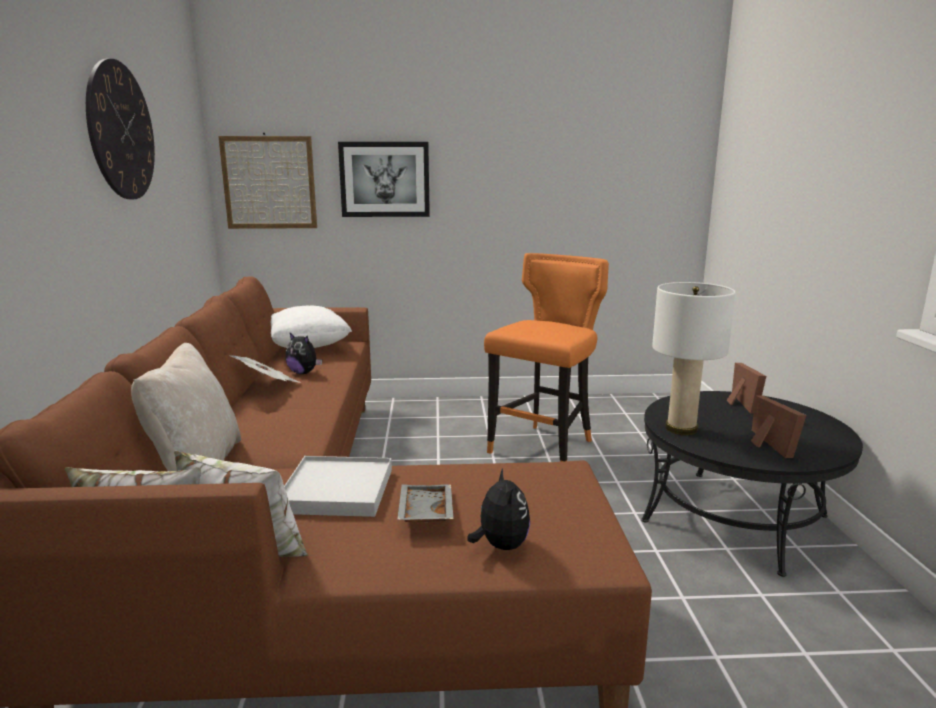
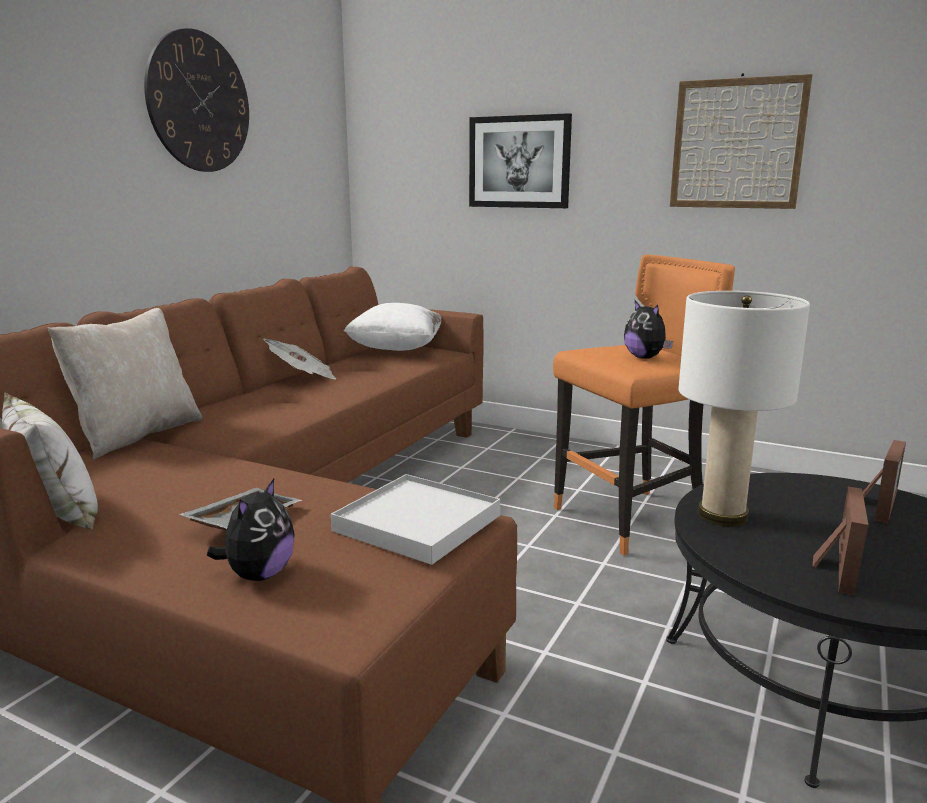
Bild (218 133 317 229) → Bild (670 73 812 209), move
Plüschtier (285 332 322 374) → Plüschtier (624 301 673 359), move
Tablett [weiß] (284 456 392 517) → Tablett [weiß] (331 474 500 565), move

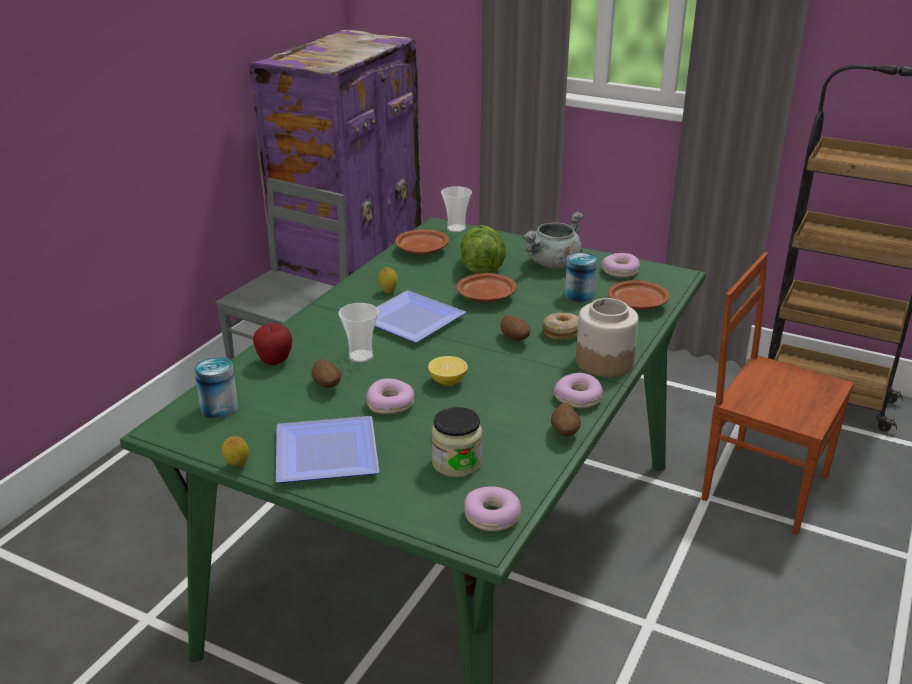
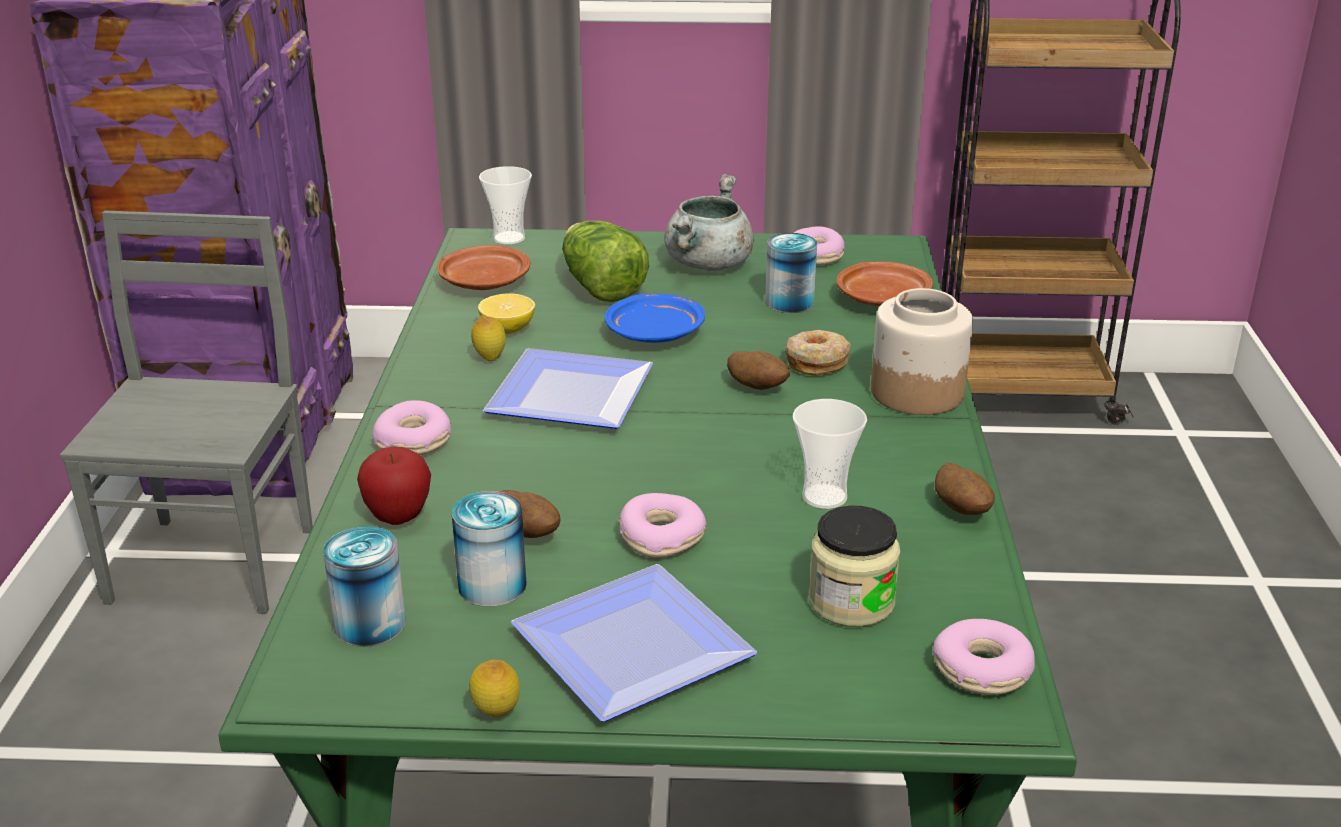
Stuhl [braun] (701 252 854 535) → -
Teller [braun] (456 273 517 302) → Teller [blau] (604 294 705 343)
Tasse (338 303 379 363) → Tasse (793 399 867 509), move
Zitrone (428 356 468 386) → Zitrone (478 293 535 334), move
Donut (554 373 603 408) → Donut (372 400 451 455), move
- → Dose (451 491 527 607)

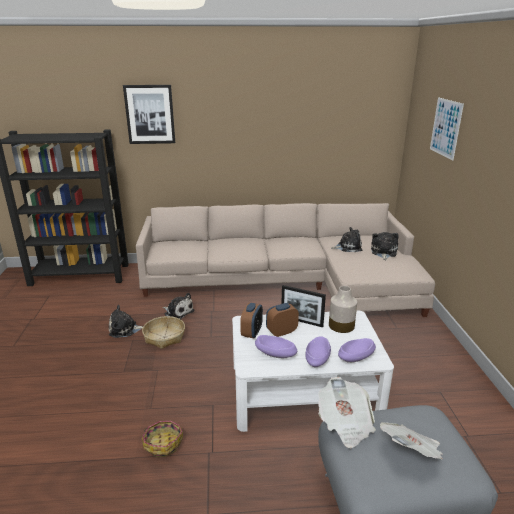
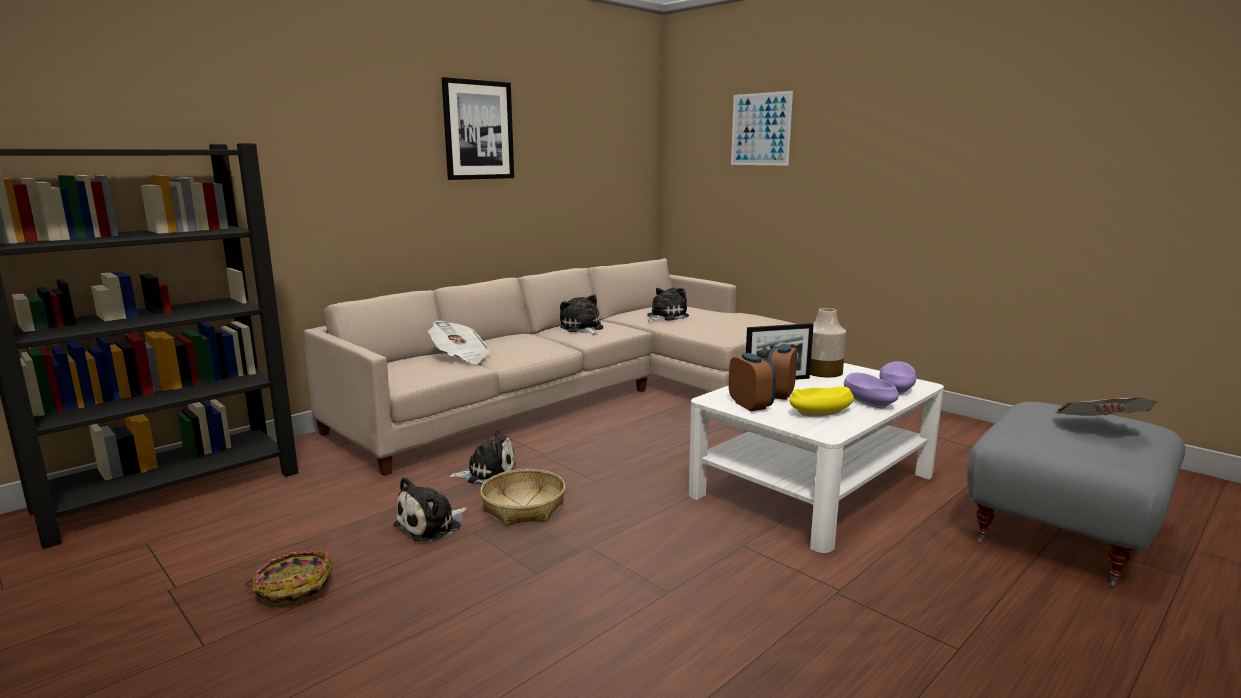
Bild (123 85 175 144) → Bild (442 77 514 180), move
Plüschtier (371 232 399 260) → Plüschtier (560 295 603 335), move
Schüssel [lila] (255 335 297 358) → Schüssel [gelb] (790 386 854 417)
Zeitung (318 377 376 448) → Zeitung (428 321 491 364), move
Korb (141 421 183 457) → Korb (245 550 331 607), move

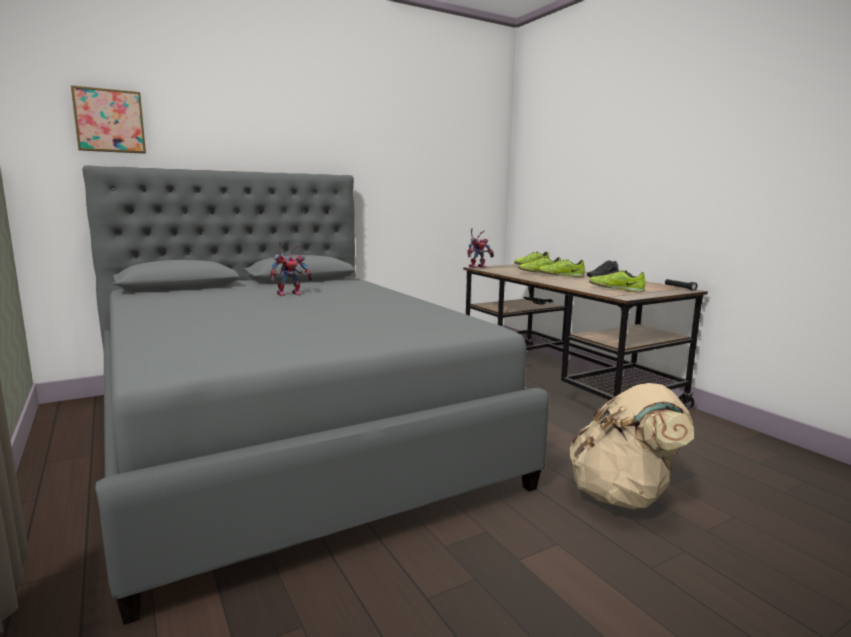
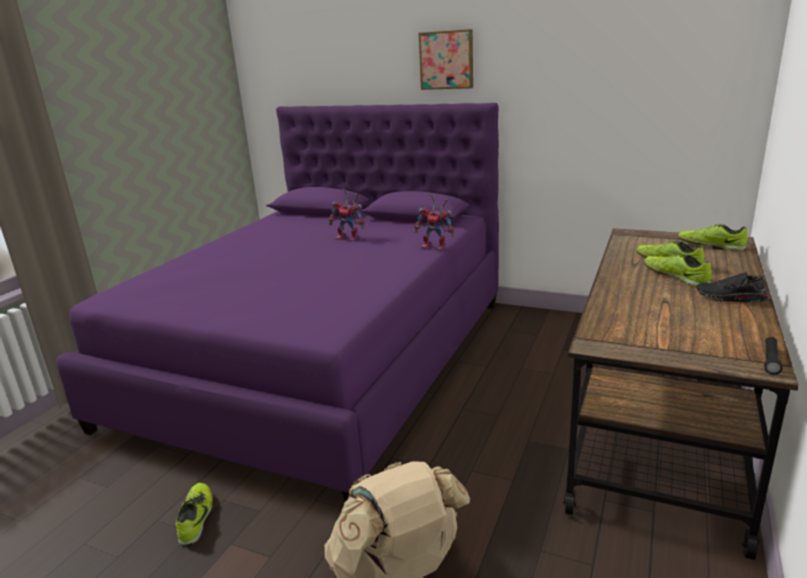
Bild (71 85 146 154) → Bild (419 29 473 90), move
Bett [grau] (82 165 549 625) → Bett [lila] (56 103 499 502)
Spielzeugroboter (467 228 494 268) → Spielzeugroboter (414 193 454 250), move
Schuh (589 270 646 293) → Schuh (176 483 213 546), move

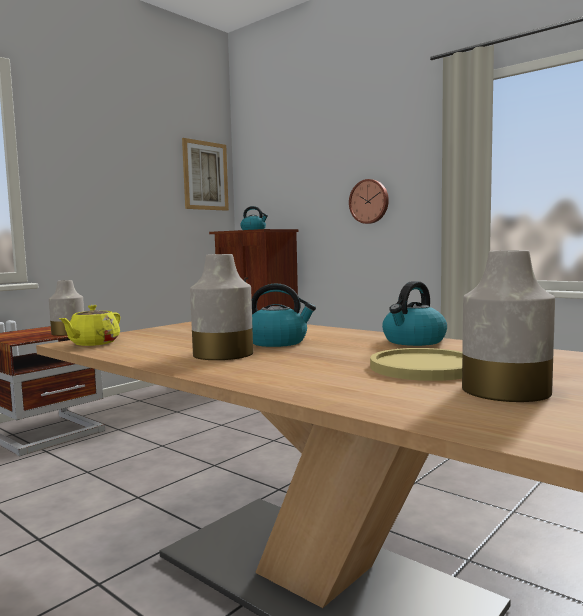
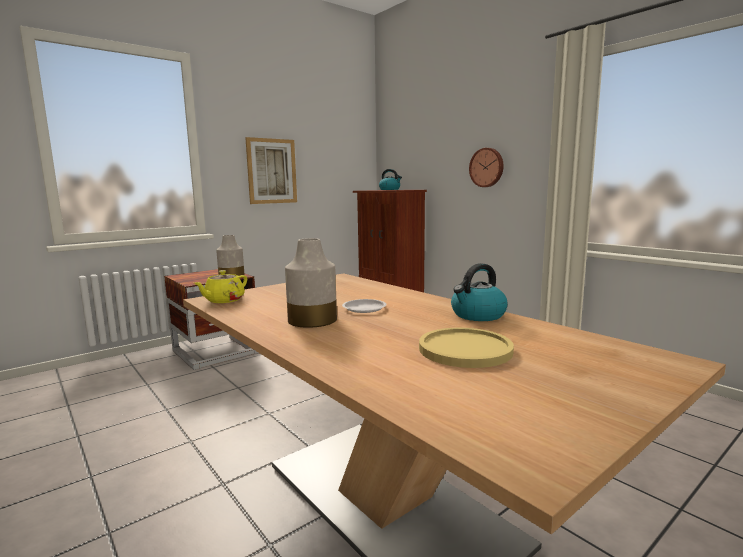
Bild (182 138 229 211) → Bild (245 137 297 204), move
Vase [beige] (462 250 555 402) → -
Wasserkessel (252 283 316 347) → Teller [weiß] (342 299 386 313)

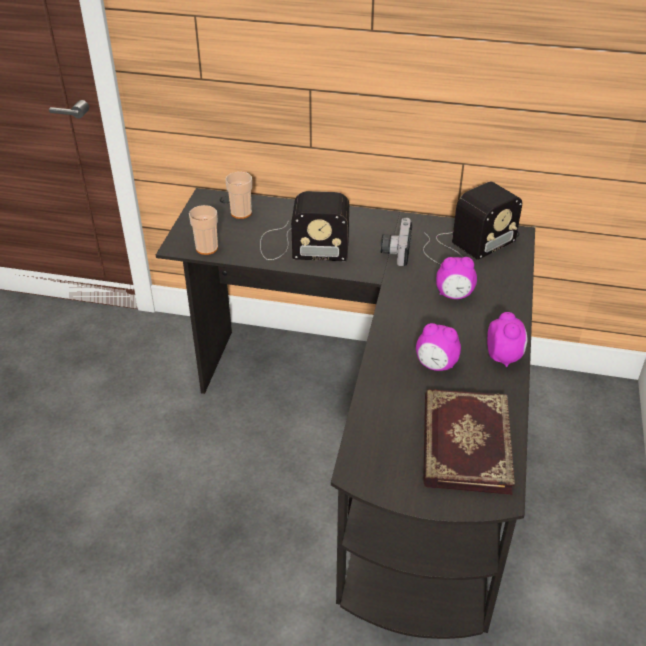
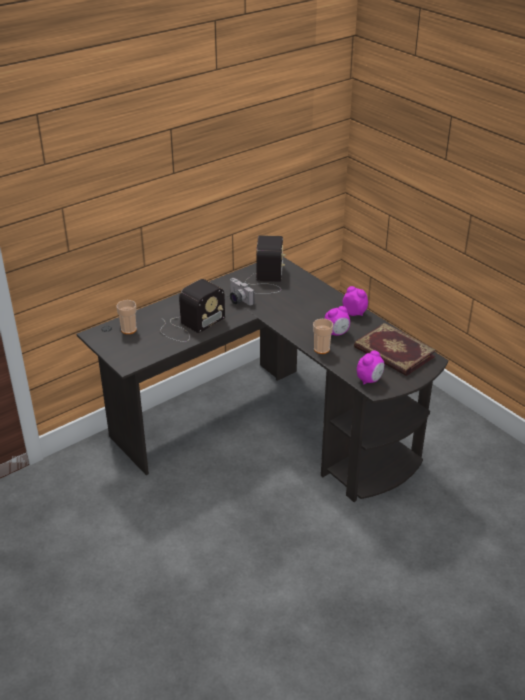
Tasse (189 205 218 255) → Tasse (313 319 333 354), move
Wecker (436 257 477 299) → Wecker (357 350 384 384), move

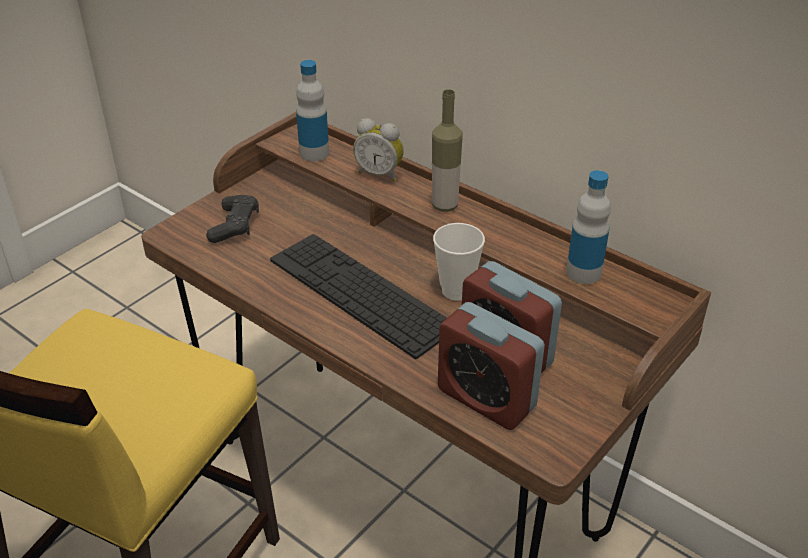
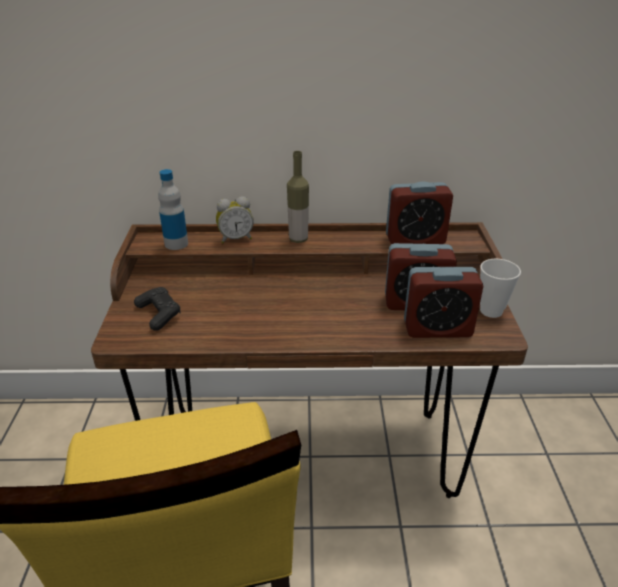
Flasche (566 170 611 284) → Wecker (386 181 453 244)
Tasse (433 223 485 301) → Tasse (480 259 521 318), move
Tastatur (270 234 447 359) → -

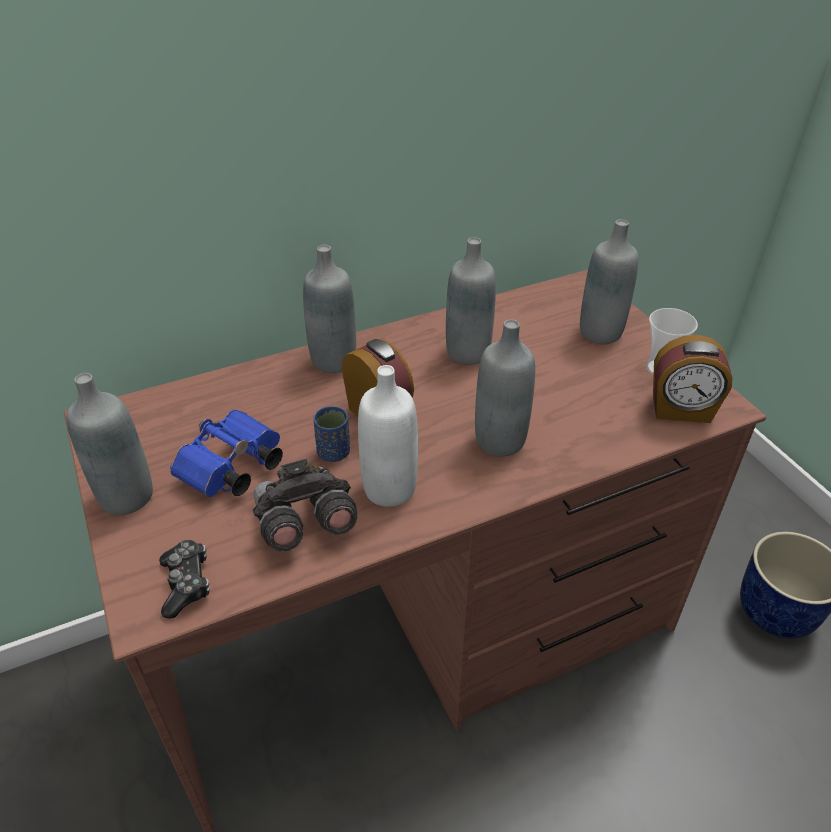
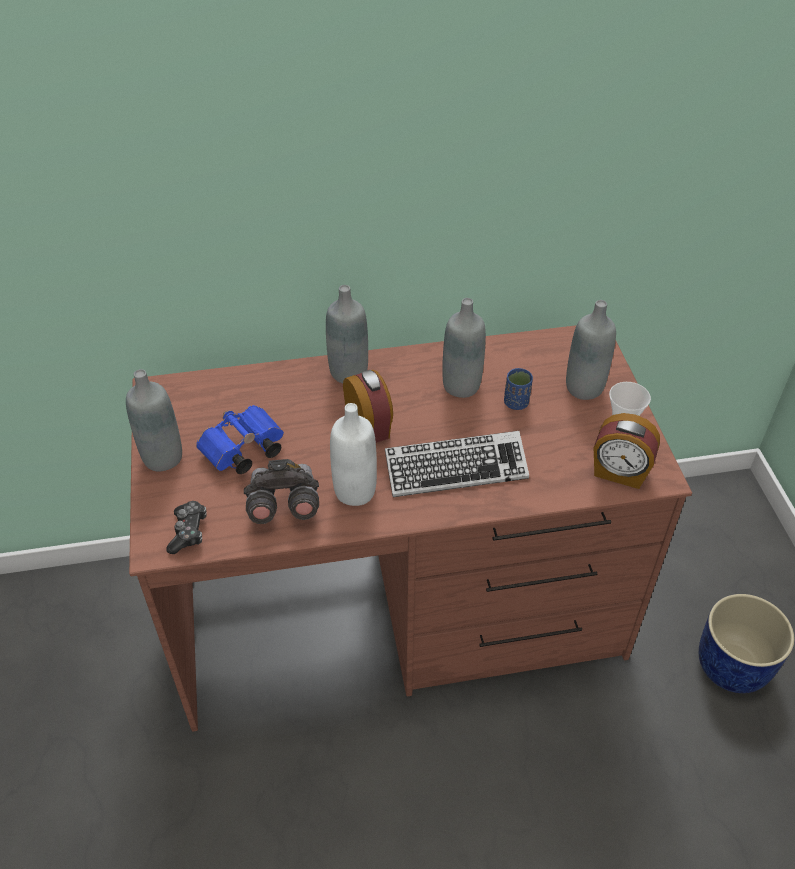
Flasche [grau] (475 319 535 457) → Tastatur (385 431 529 497)
Tasse [blau] (313 406 350 462) → Tasse [blau] (504 368 533 410), move

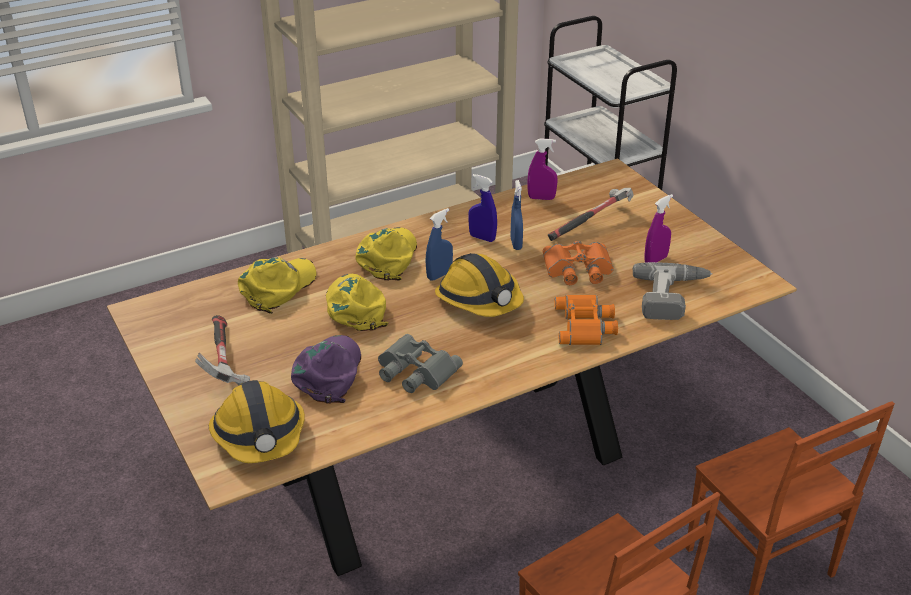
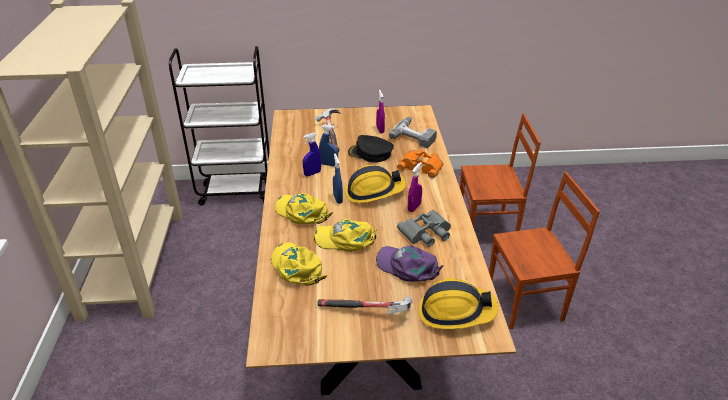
Sprühflasche [lila] (527 138 558 200) → Sprühflasche [lila] (408 162 422 212), move
Fernglas [orange] (543 241 614 285) → Kappe [schwarz] (348 135 394 163)

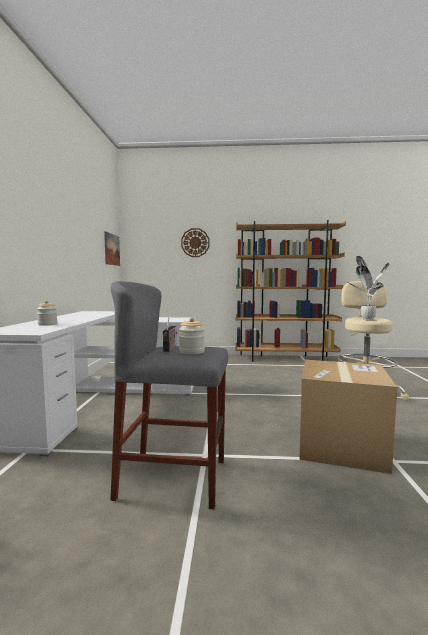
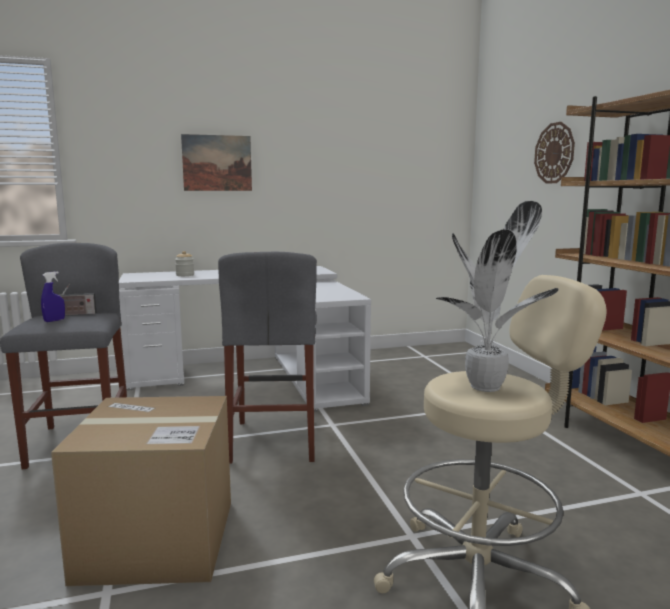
Bild (104 231 120 266) → Bild (181 134 252 191), move
Vorratsglas (179 317 205 354) → Sprühflasche [blau] (41 271 65 322)
- → Hocker [grau] (218 252 317 464)

